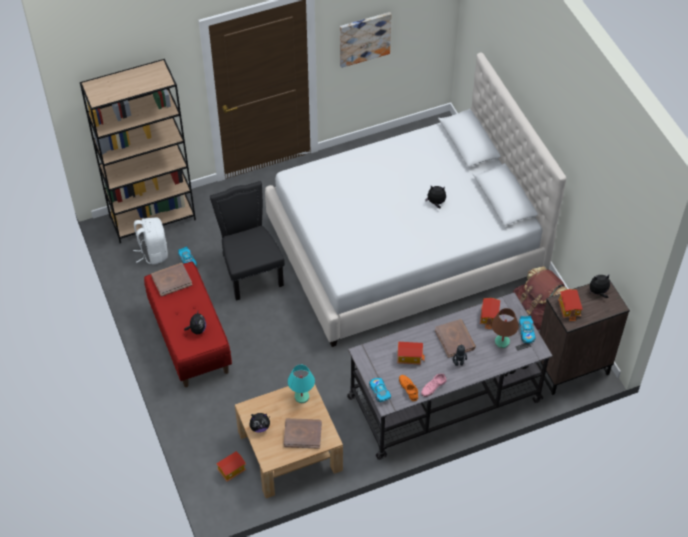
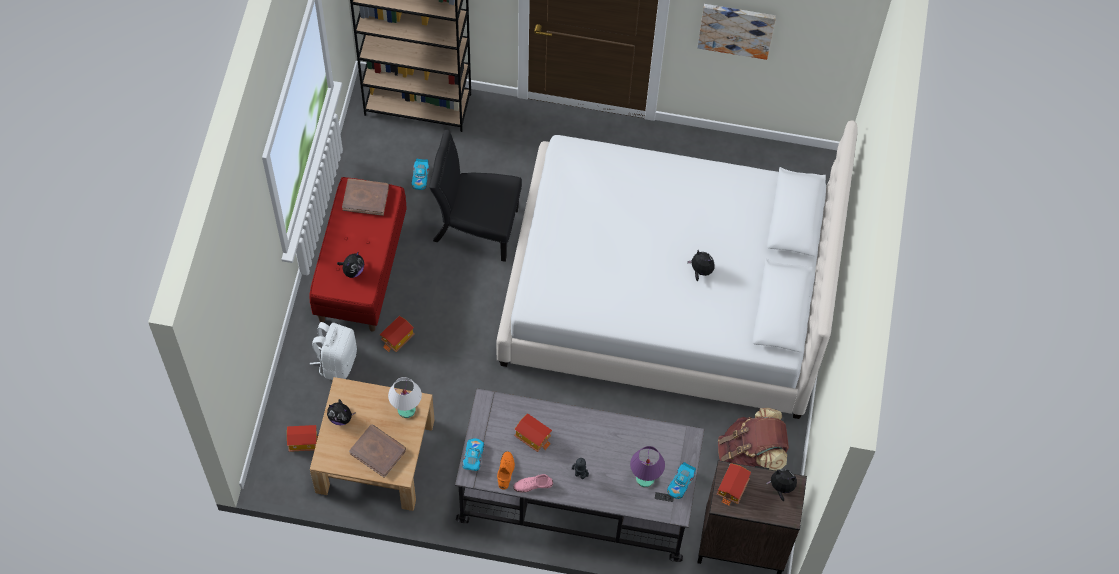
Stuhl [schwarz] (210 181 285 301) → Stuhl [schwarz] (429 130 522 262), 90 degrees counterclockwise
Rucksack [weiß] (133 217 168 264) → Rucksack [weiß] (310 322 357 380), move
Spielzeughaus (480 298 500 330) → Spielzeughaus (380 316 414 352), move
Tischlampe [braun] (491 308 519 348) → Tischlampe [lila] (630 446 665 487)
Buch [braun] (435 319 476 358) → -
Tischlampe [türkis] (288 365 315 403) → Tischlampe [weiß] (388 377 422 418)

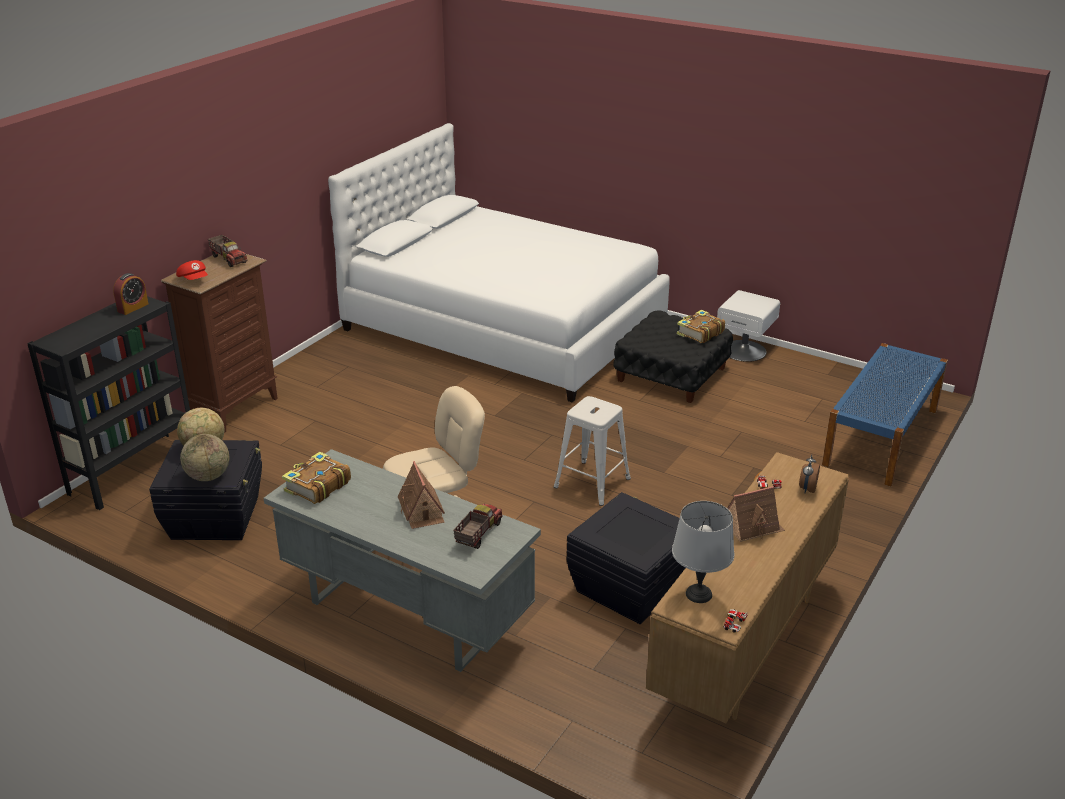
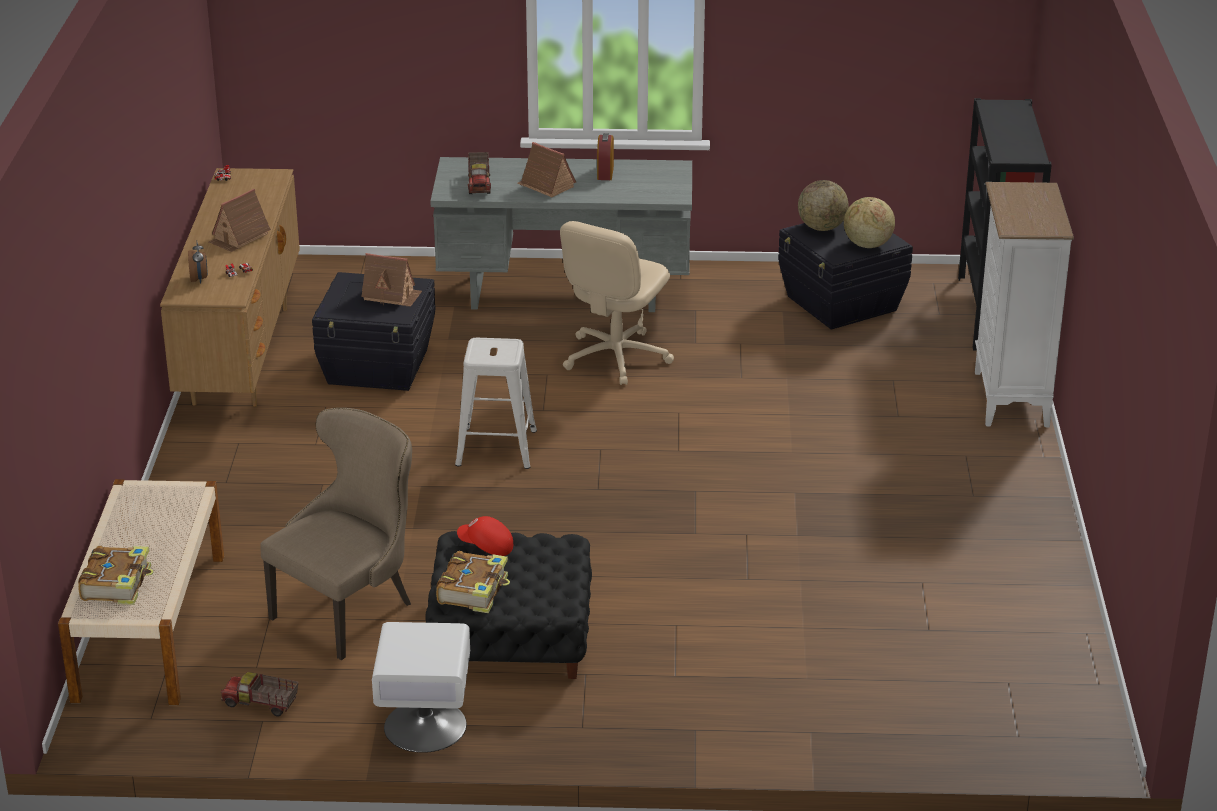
Bett [weiß] (328 123 670 403) → -
Spielzeuglaster (208 235 248 267) → Spielzeuglaster (221 672 298 716), move
Kommode [braun] (161 253 278 433) → Kommode [weiß] (975 182 1074 427)
Kappe [rot] (176 260 208 280) → Kappe [rot] (457 516 513 556), move
Wecker (113 273 148 315) → Wecker (597 133 614 180), move
Bank [blau] (822 343 948 487) → Bank [beige] (58 479 224 705)
Buch (282 451 351 504) → Buch (78 546 153 605), move
Tischlampe [grau] (672 501 734 603) → -
- → Spielzeughaus (361 253 422 307)
- → Stuhl [beige] (260 408 412 660)

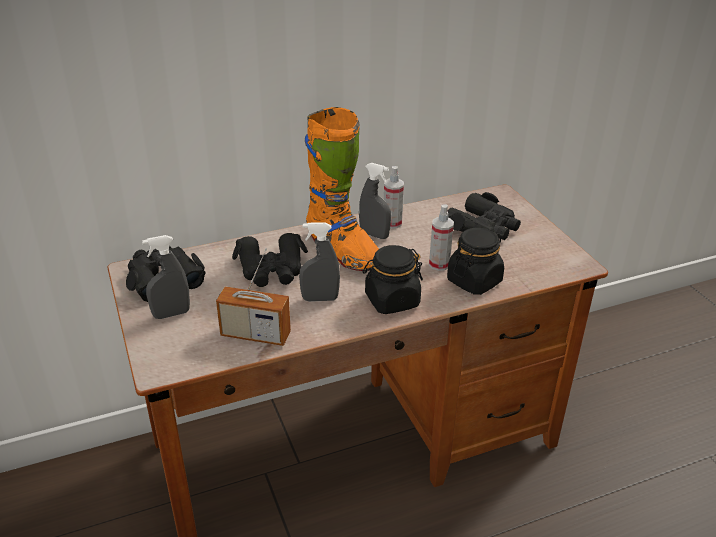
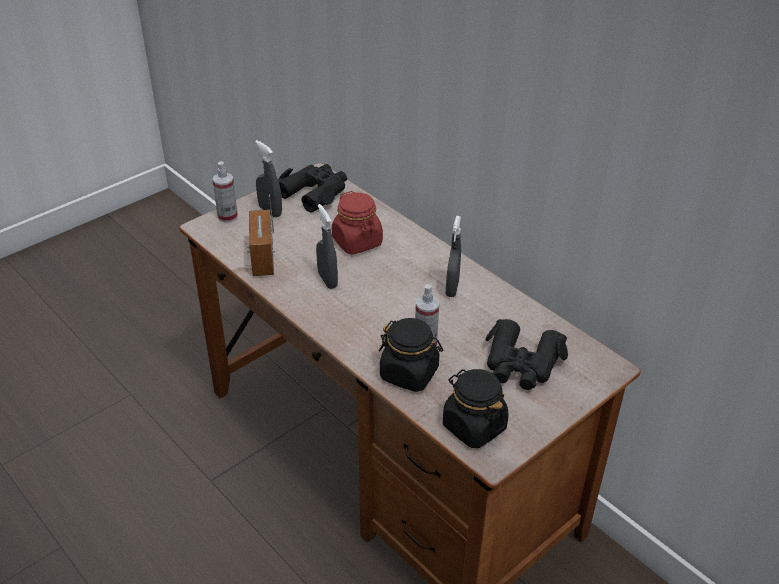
Stiefel [orange] (305 107 379 271) → -
Sprühflasche (384 166 404 229) → Sprühflasche (213 161 238 223), move
Fernglas [schwarz] (232 233 308 287) → Vorratsglas [rot] (332 191 383 255)
Vorratsglas [schwarz] (362 245 423 314) → Vorratsglas [schwarz] (443 369 509 448), move

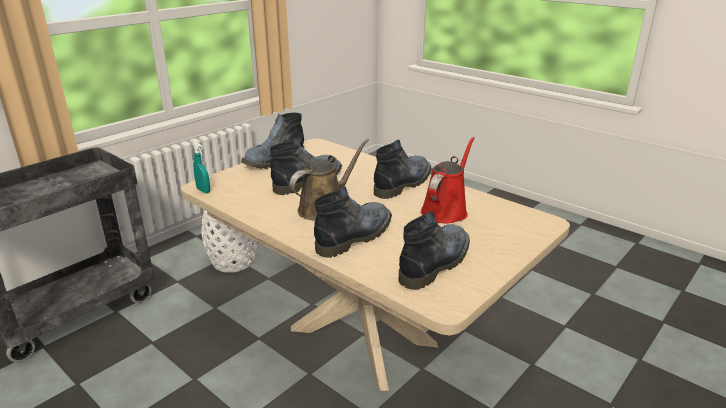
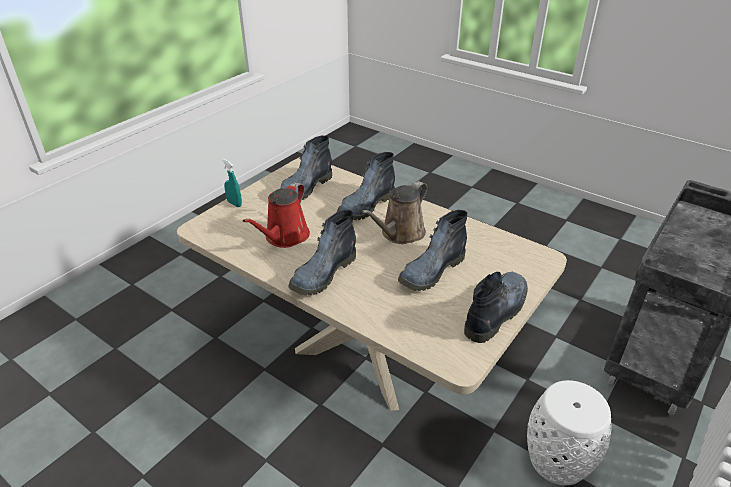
Sprühflasche [türkis] (193 142 210 193) → Sprühflasche [türkis] (222 159 242 207), move

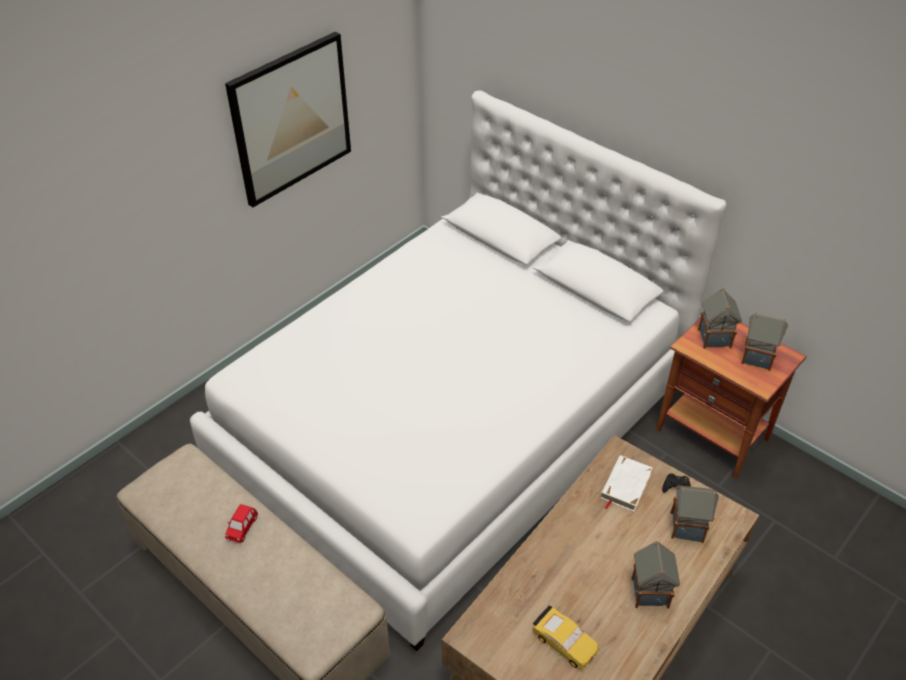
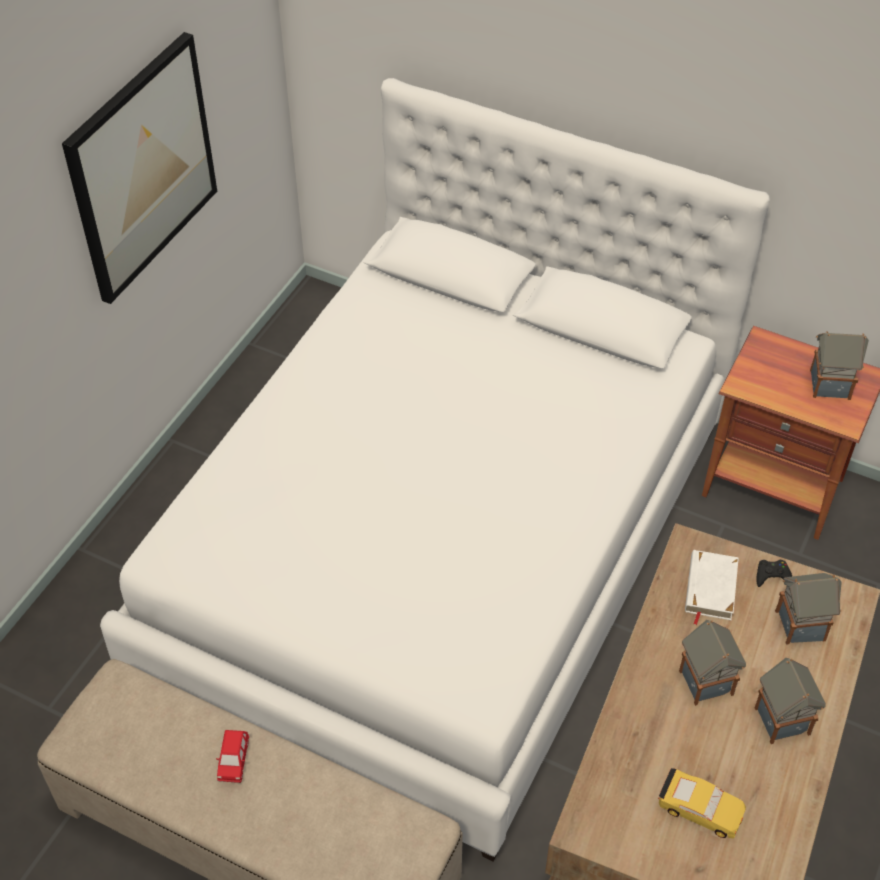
Spielzeughaus (698 288 742 349) → Spielzeughaus (679 620 746 706), move

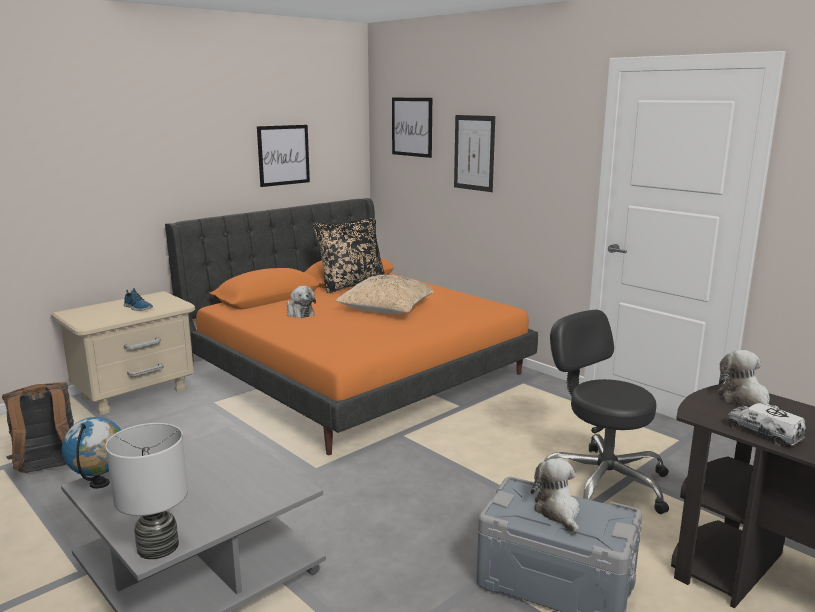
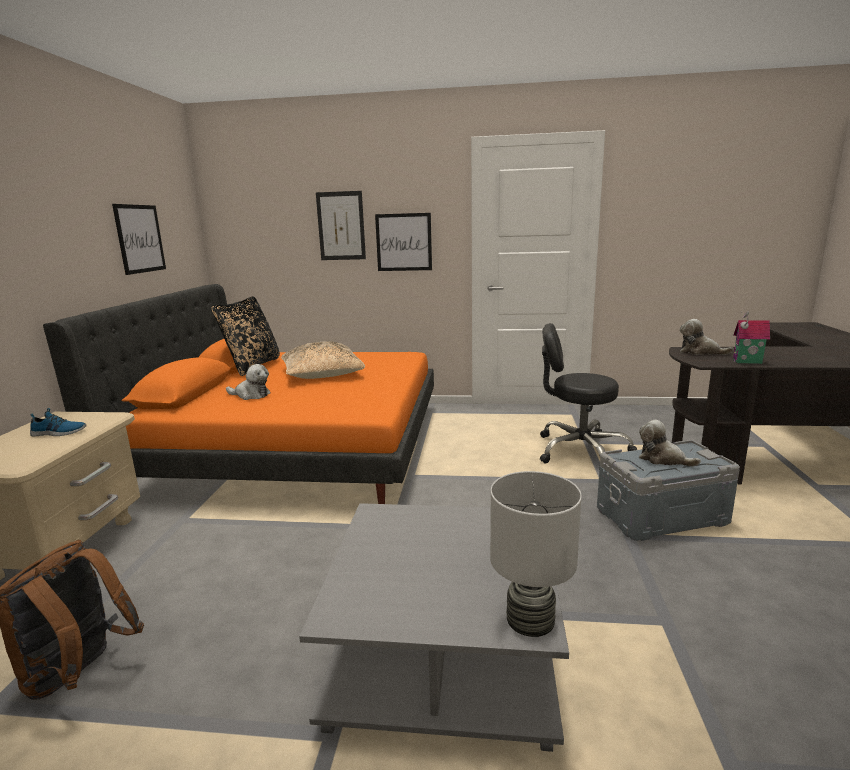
Bild (392 98 432 158) → Bild (375 213 432 271), move
Spielzeuglaster (727 403 806 446) → Spielzeughaus (733 311 770 364)
Globus (62 417 121 489) → -

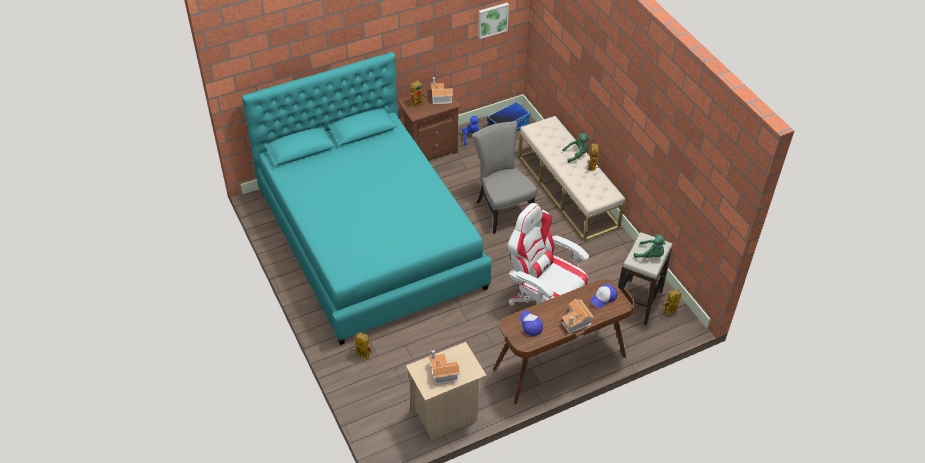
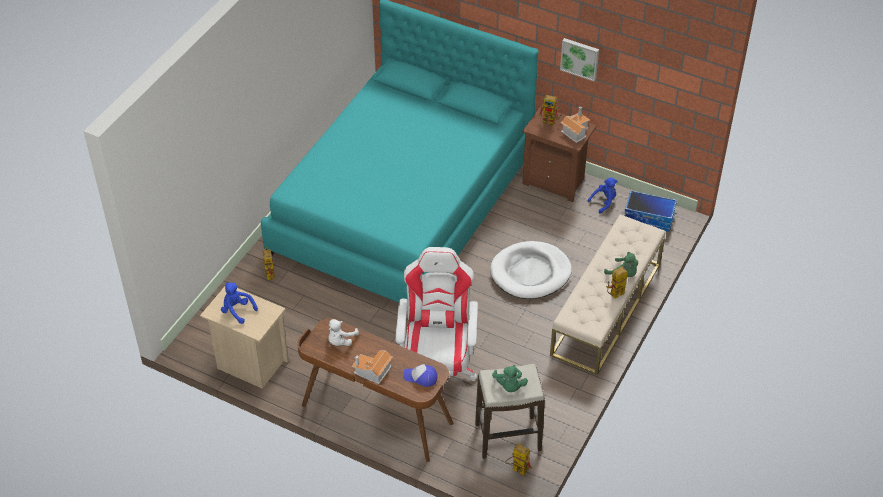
Bild (478 3 509 39) → Bild (560 38 599 81), move
Stuhl [grau] (472 121 537 234) → Hundebett [weiß] (490 241 572 299)
Kappe (520 311 543 336) → Plüschtier [weiß] (328 319 359 346)
Spielzeughaus (429 350 460 385) → Plüschtier [blau] (221 283 258 324)

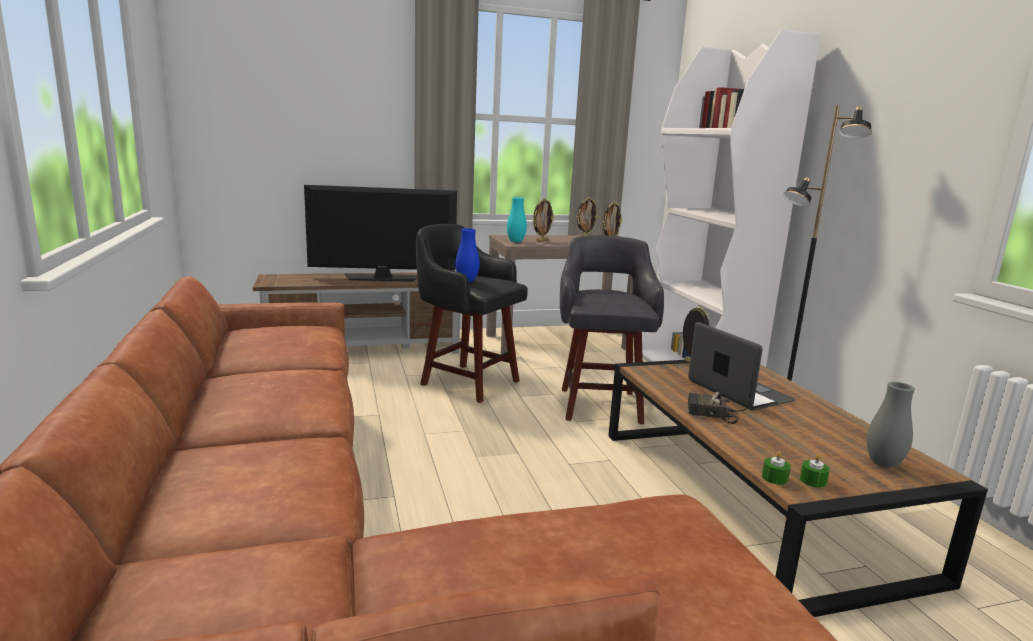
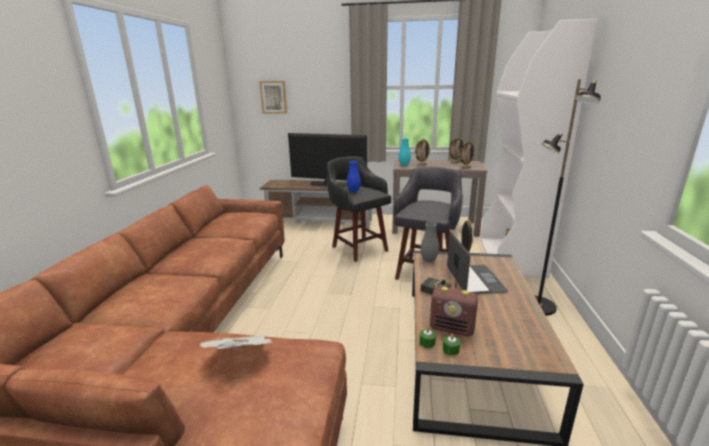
Vase [grau] (867 382 915 468) → Vase [grau] (420 222 439 262), move
- → Bild (259 81 287 114)
- → Radio (430 287 478 337)
- → Zeitung (200 334 273 349)

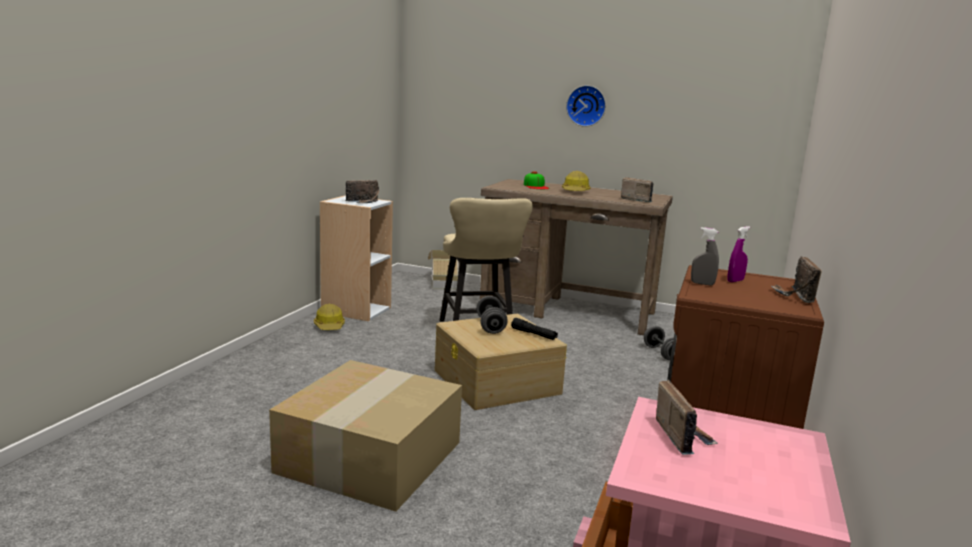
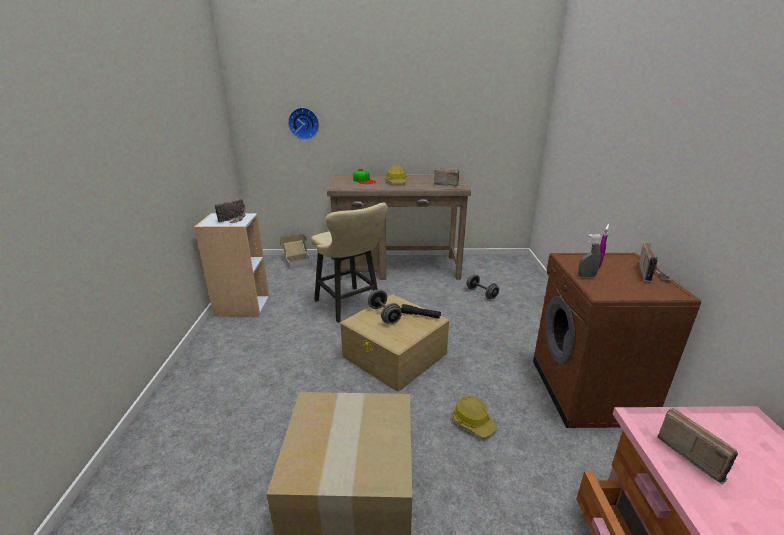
Wanduhr (566 85 606 127) → Wanduhr (288 107 319 140), move
Radio (771 256 822 303) → Radio (639 243 672 282), 150 degrees counterclockwise
Schutzhelm (314 304 345 330) → Schutzhelm (453 395 498 438), move

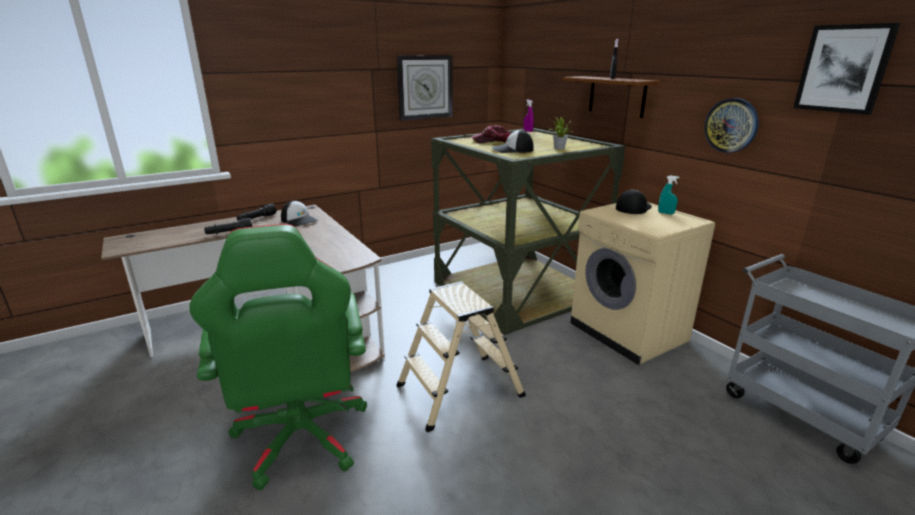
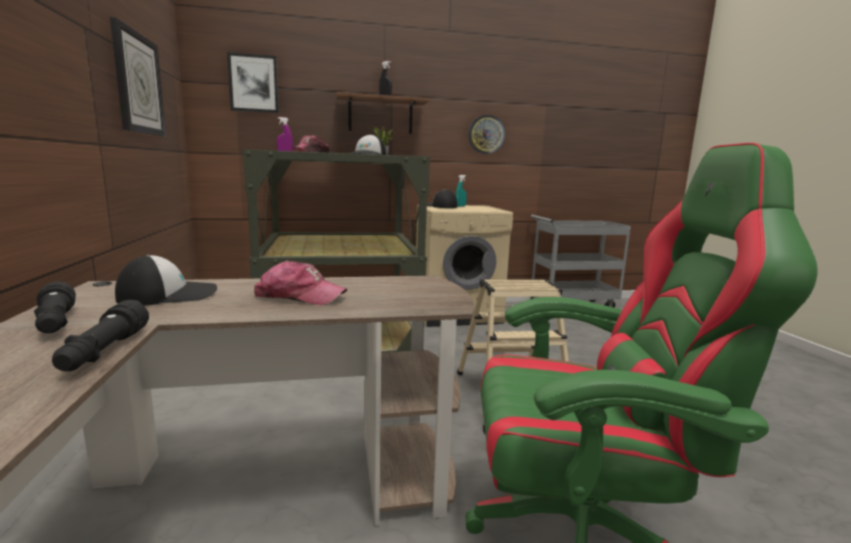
Bild (793 23 900 115) → Bild (227 52 279 113), move
- → Kappe (254 260 347 305)

